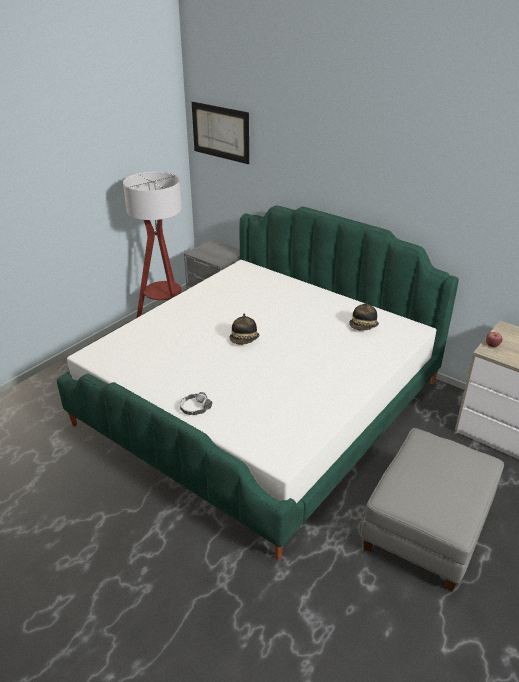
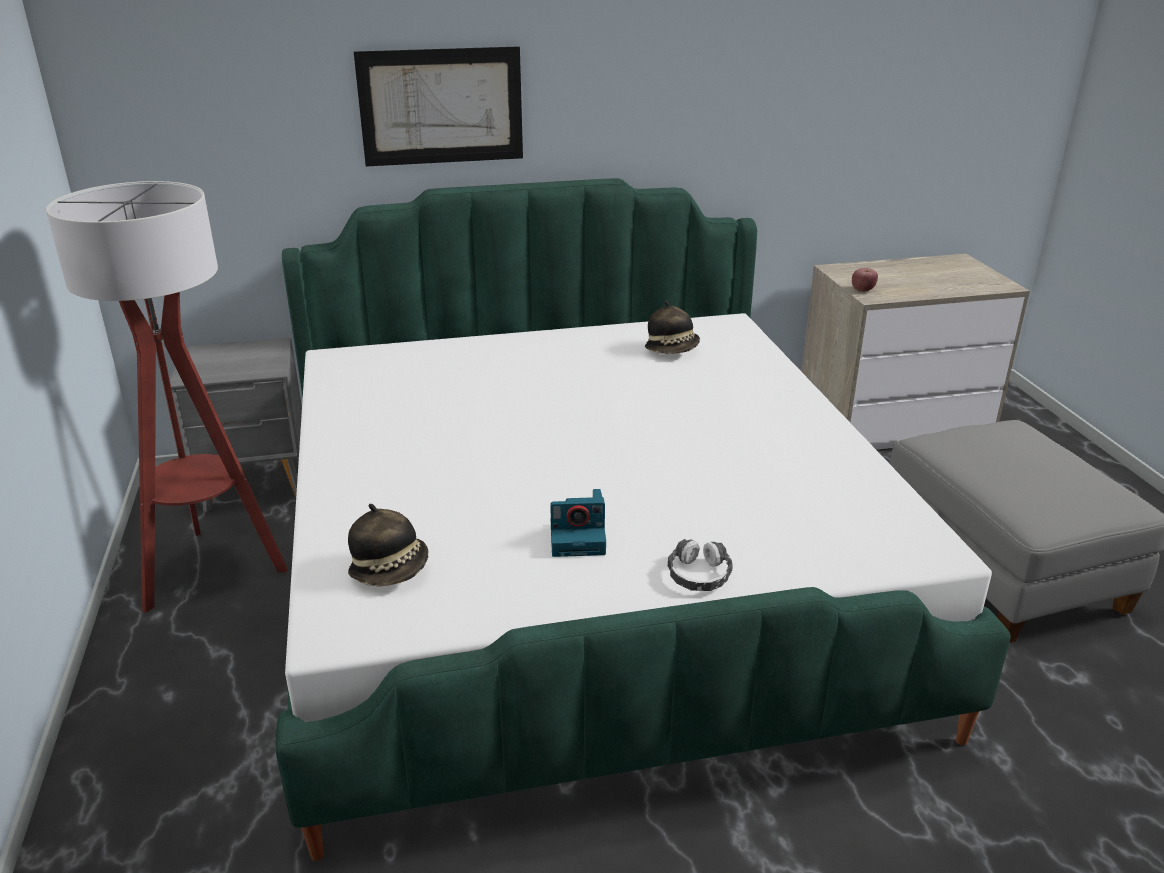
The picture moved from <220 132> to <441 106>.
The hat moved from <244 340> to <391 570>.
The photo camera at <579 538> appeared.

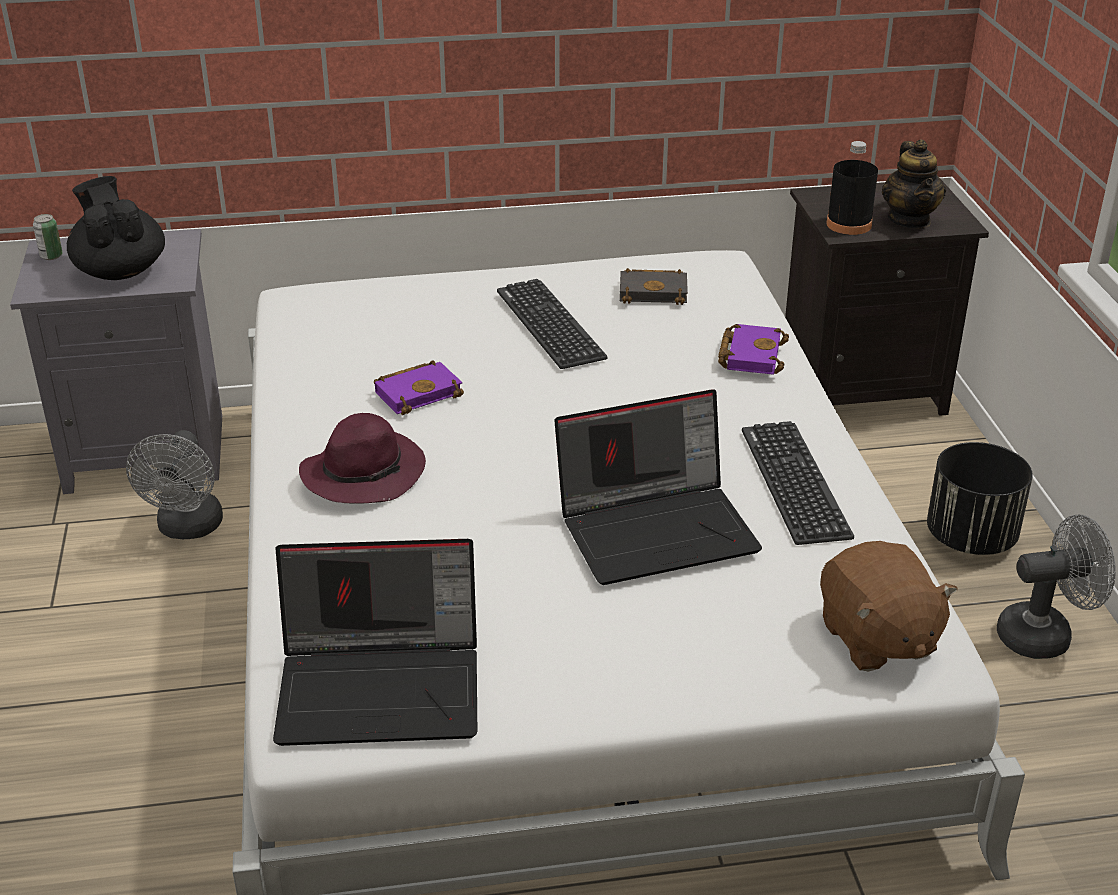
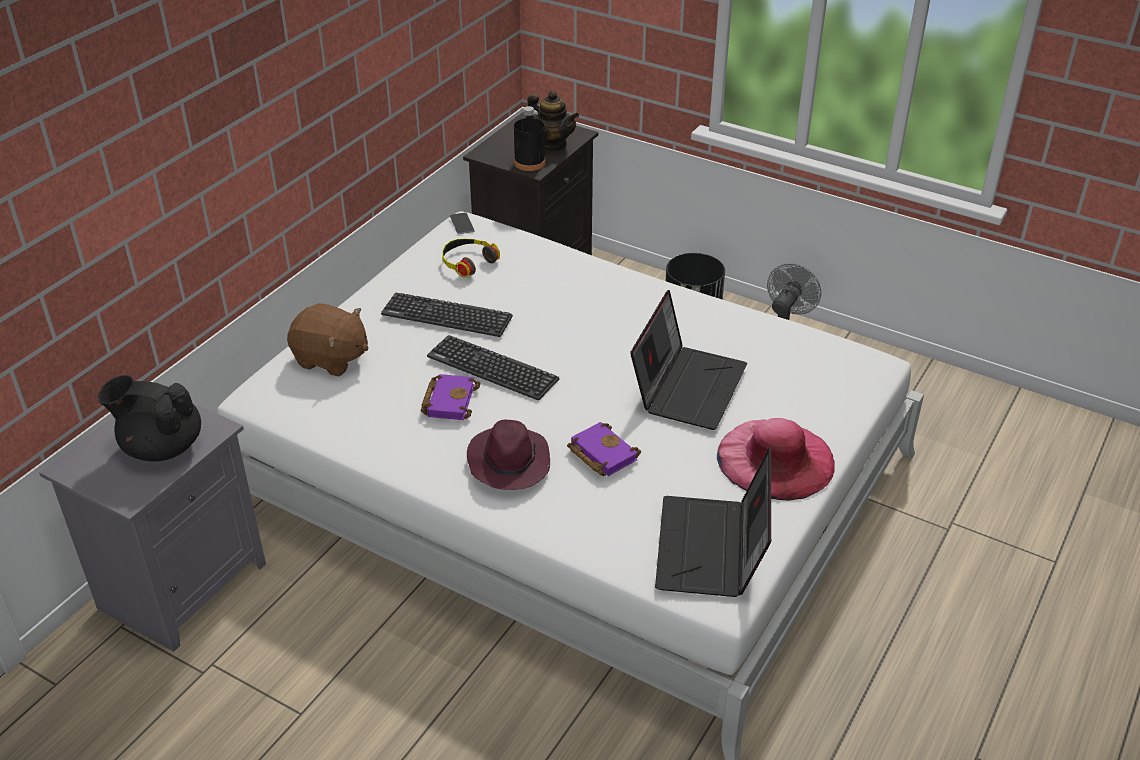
The metal can at <51 256> disappeared.
The bound book in black-coloured at <655 291> was replaced by the headset at <468 262>.
The bound book in purplish moved from <750 354> to <600 453>.
The computer keyboard moved from <794 483> to <492 368>.
The cooling fan in grey at <188 529> disappeared.
The portable computer at <383 686> turned 150 degrees clockwise.
The soft toy in brownish moved from <876 639> to <331 359>.
The telephone at <462 223> appeared.
The hat in pinkish at <775 459> appeared.

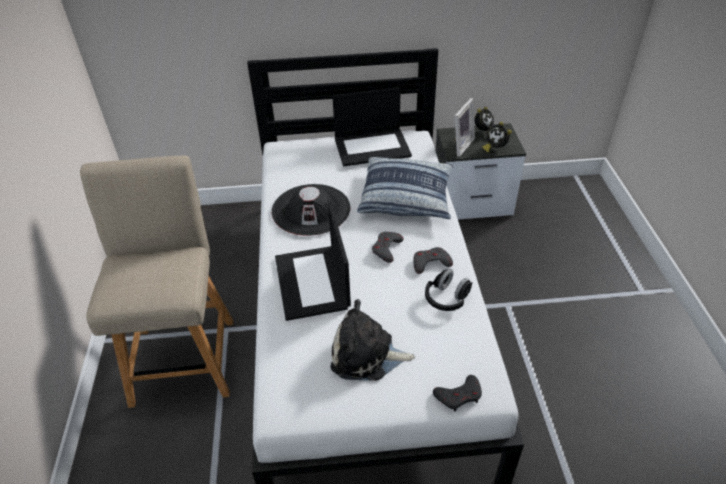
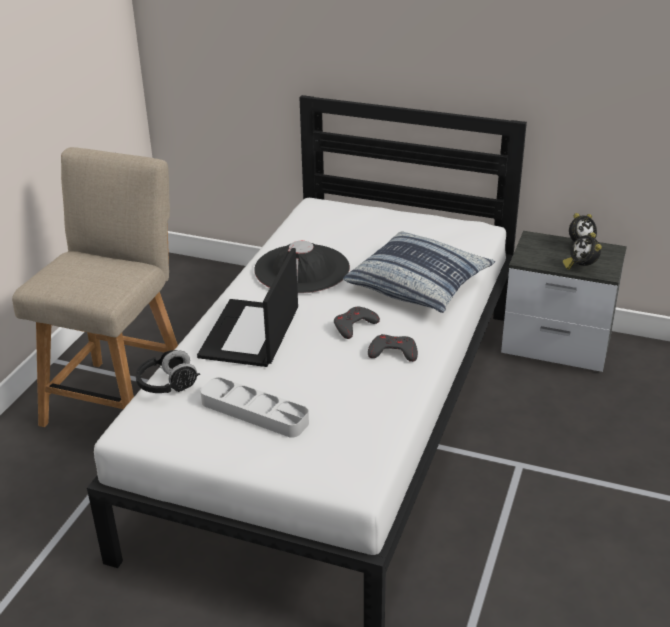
The portable computer at <372 146> disappeared.
The photo frame at <459 145> disappeared.
The headset in black-coloured moved from <447 299> to <167 385>.
The soft toy at <366 355> was replaced by the carrying tray in grey at <254 412>.
The game controller in black-coloured at <459 395> disappeared.

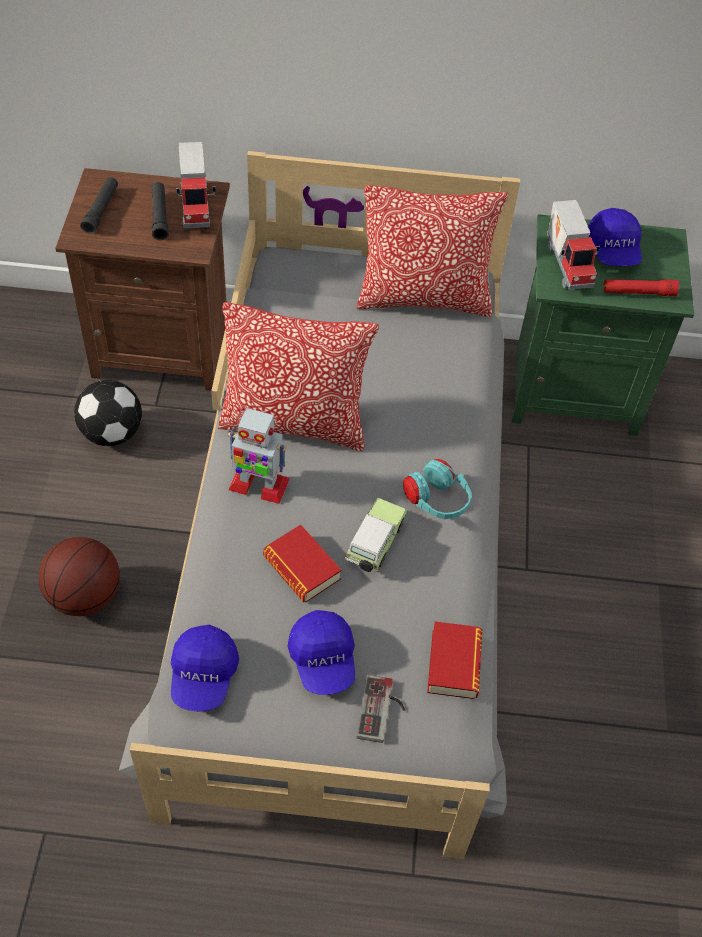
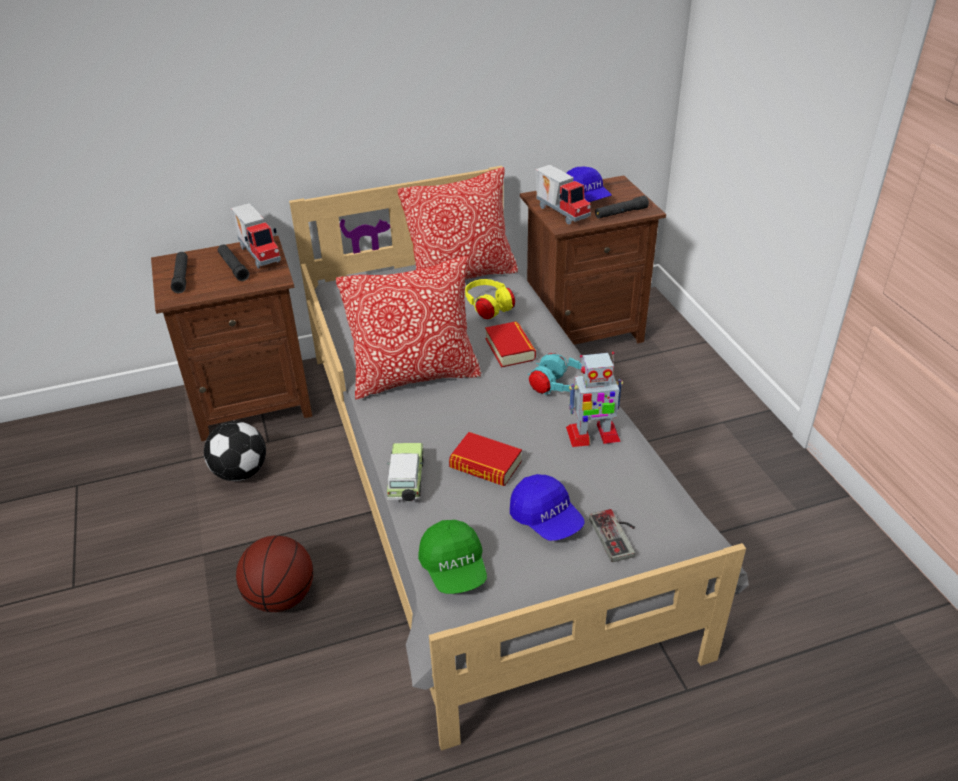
The night table in green-coloured at <573 390> became the night table in brownish at <582 330>.
The hand torch in red-coloured at <638 292> became the hand torch in black-coloured at <620 213>.
The robot figure moved from <258 484> to <592 435>.
The miniature car moved from <374 544> to <406 482>.
The bound book moved from <454 664> to <510 349>.
The cap in blue-coloured at <203 676> became the cap in green-coloured at <454 568>.
The headset in yellow-coloured at <489 309> appeared.

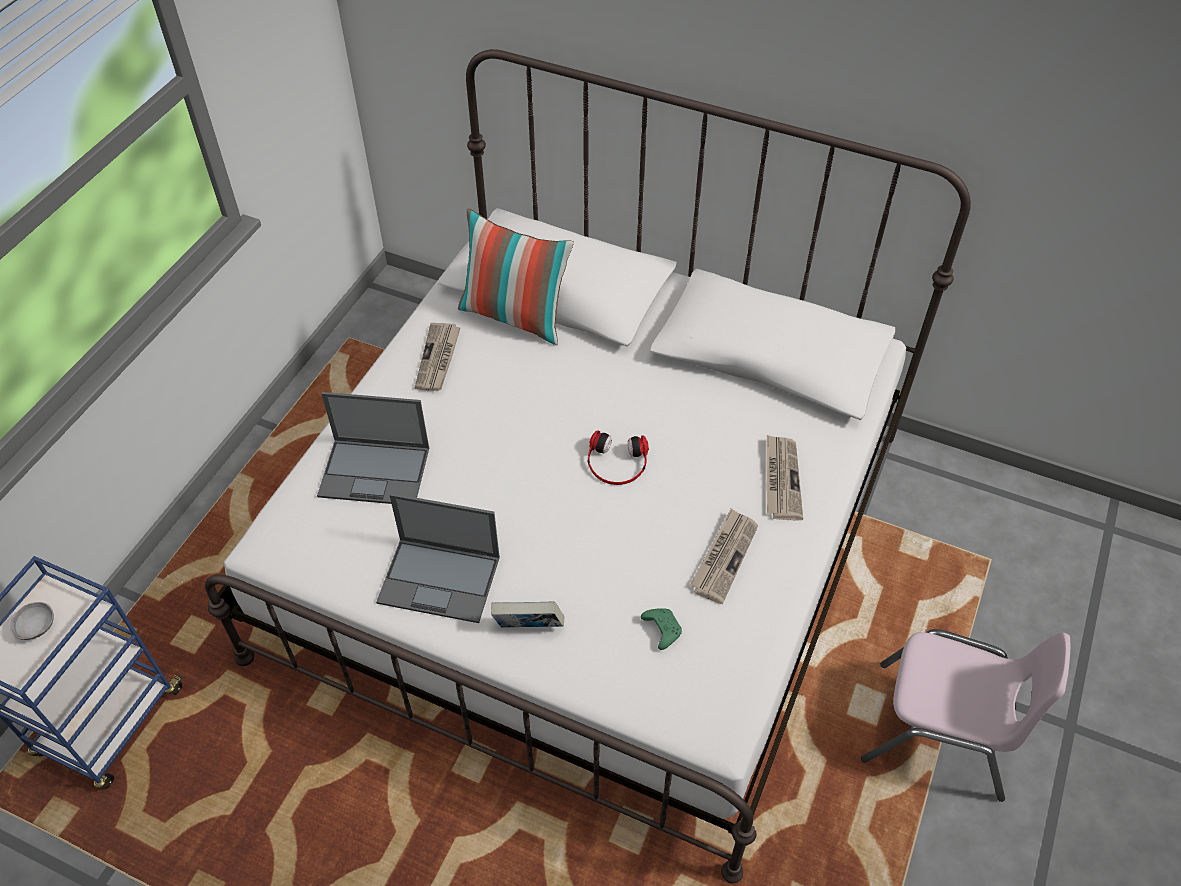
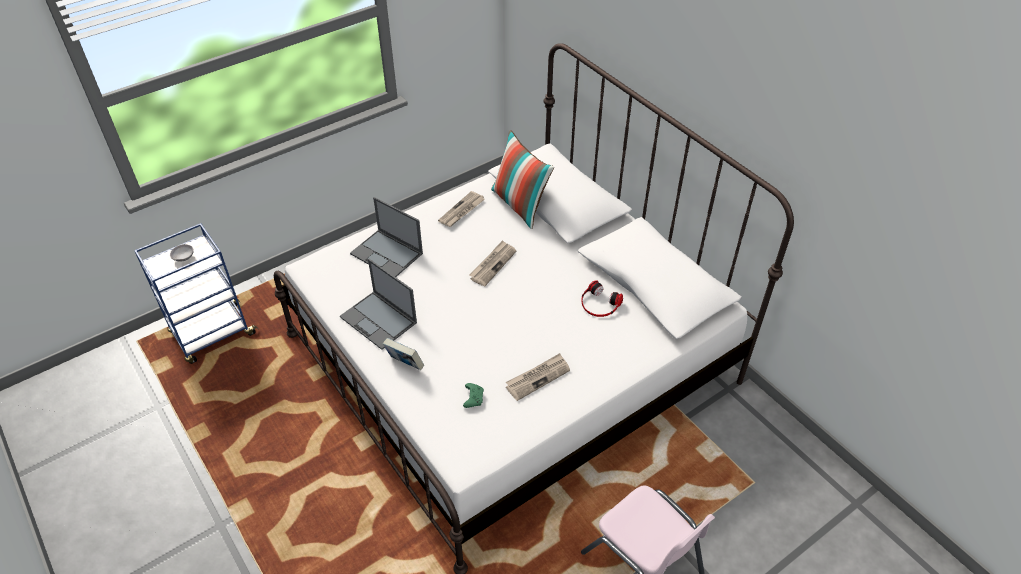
The headset moved from <617 463> to <599 304>.
The daily paper moved from <781 479> to <493 264>.

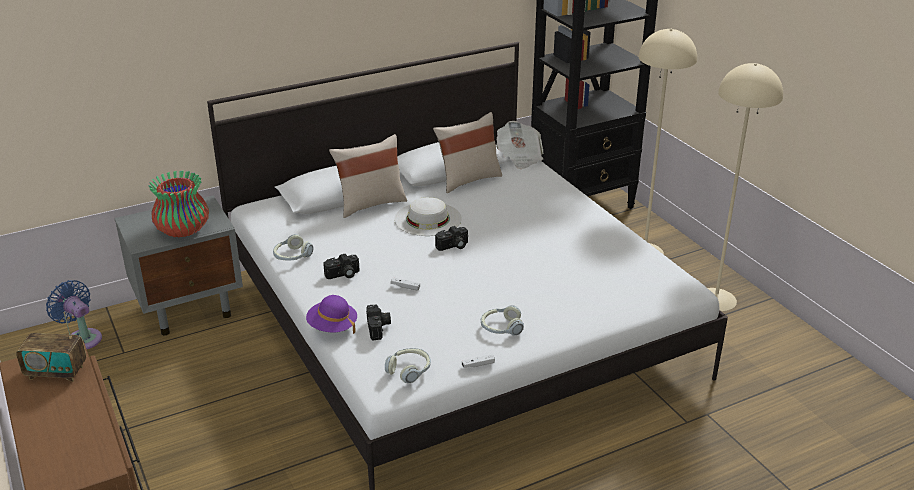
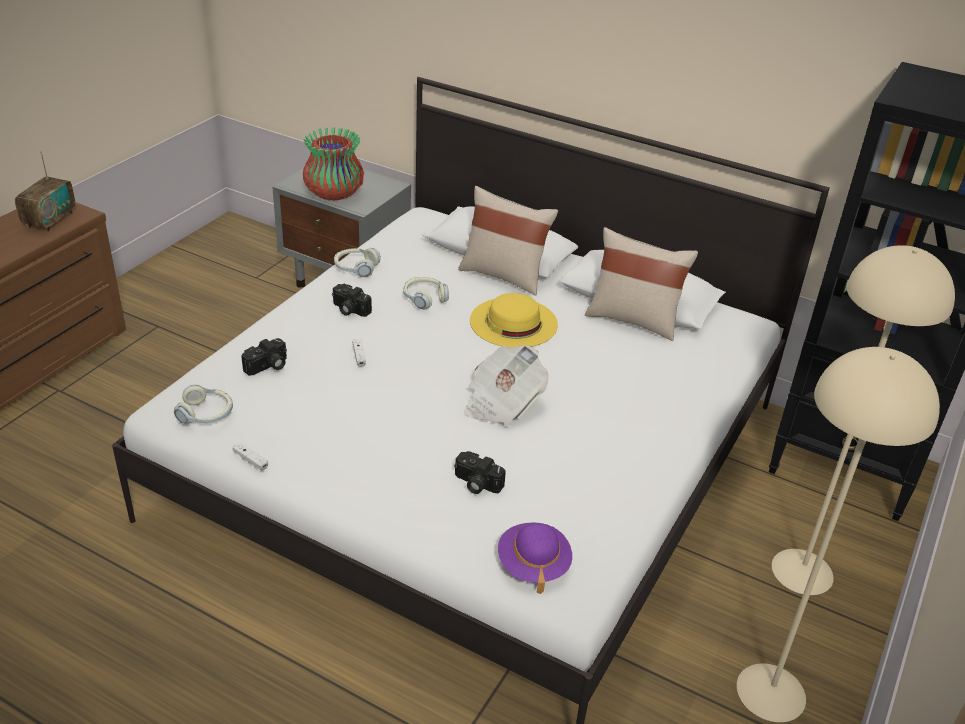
The daily paper moved from <519 157> to <502 403>.
The hat in whitish at <428 219> became the hat in yellow-coloured at <513 322>.
The photo camera moved from <453 246> to <476 484>.
The cooling fan in blue-coloured at <82 338> disappeared.
The hat in purplish moved from <332 327> to <533 564>.
The headset moved from <501 328> to <424 298>.
The radio receiver at <56 372> turned 135 degrees counterclockwise.

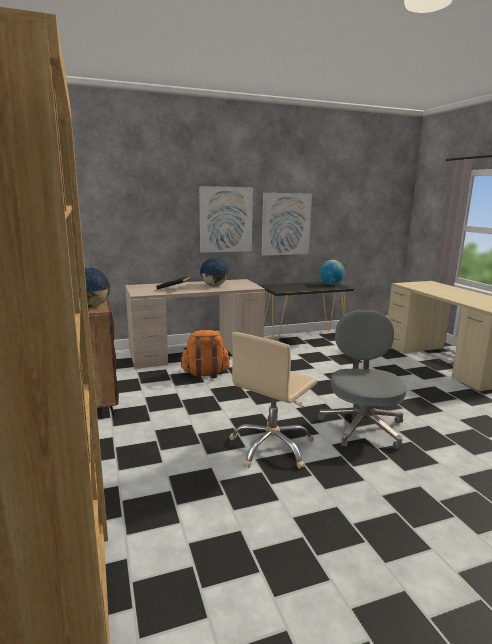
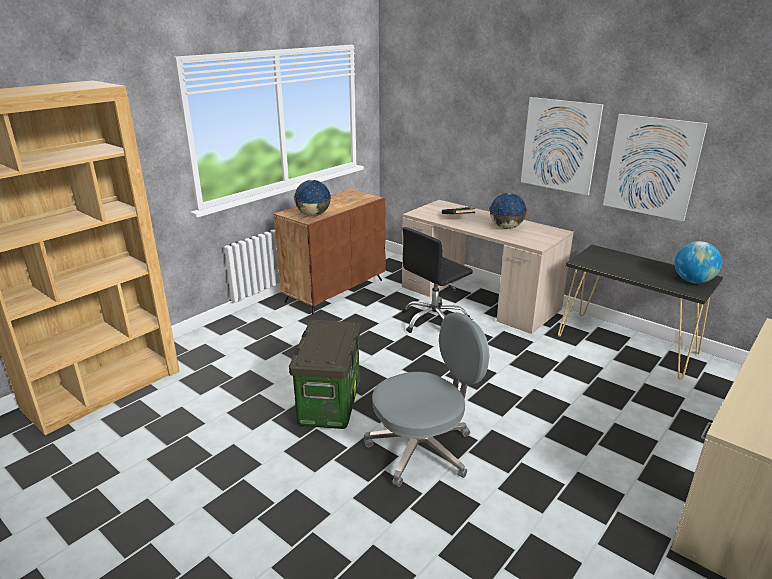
The backpack in orange at <205 374> was replaced by the computer chair in black-coloured at <434 321>.
The computer chair in beige-coloured at <272 447> was replaced by the storage bin at <329 402>.

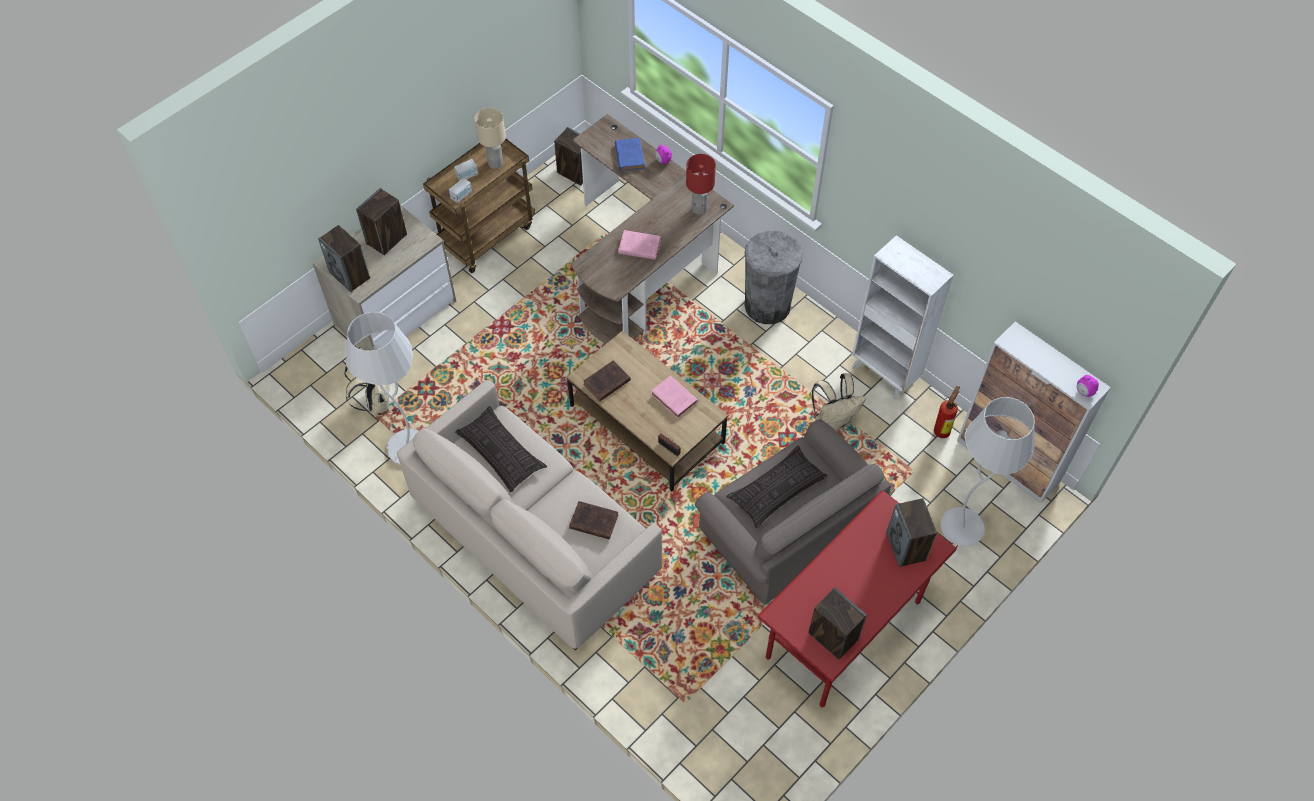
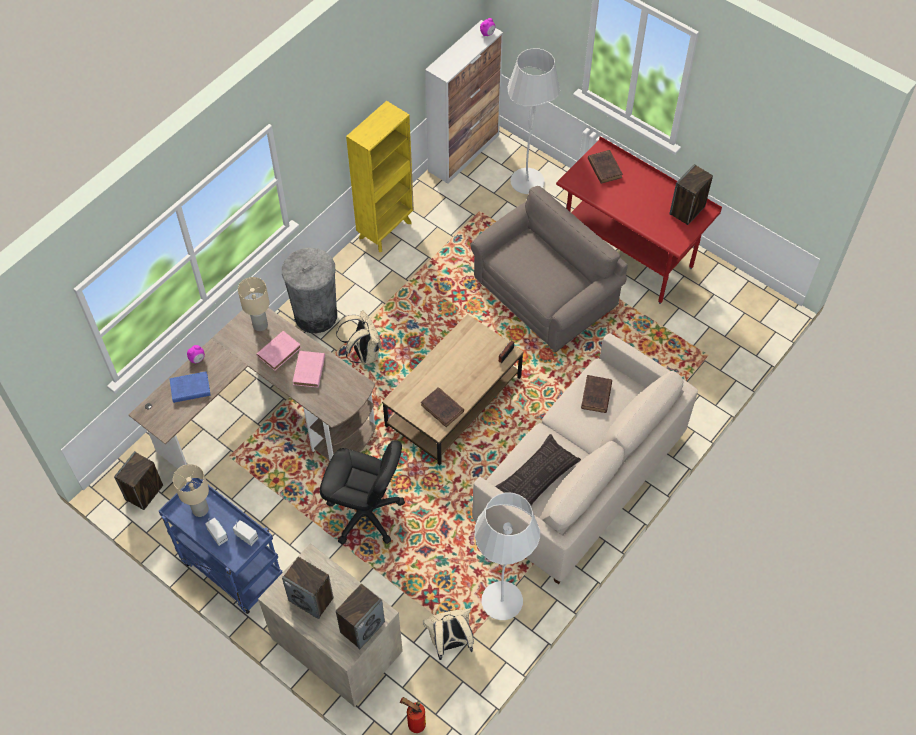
The wheeled cart in brownish at <487 235> became the wheeled cart in blue-coloured at <230 568>.
The table lamp in red-coloured at <699 209> became the table lamp in beige-coloured at <260 325>.
The bookcase in whitish at <885 374> became the bookcase in yellow-coloured at <386 229>.
The backpack in beige-coloured moved from <833 420> to <363 353>.
The bound book in pinkish moved from <675 399> to <280 351>.
The fire extinguisher moved from <943 430> to <414 723>.
The pillow at <776 490> disappeared.
The audio speaker at <906 547> was replaced by the bound book in brownish at <604 167>.
The computer chair in black-coloured at <365 514> appeared.

